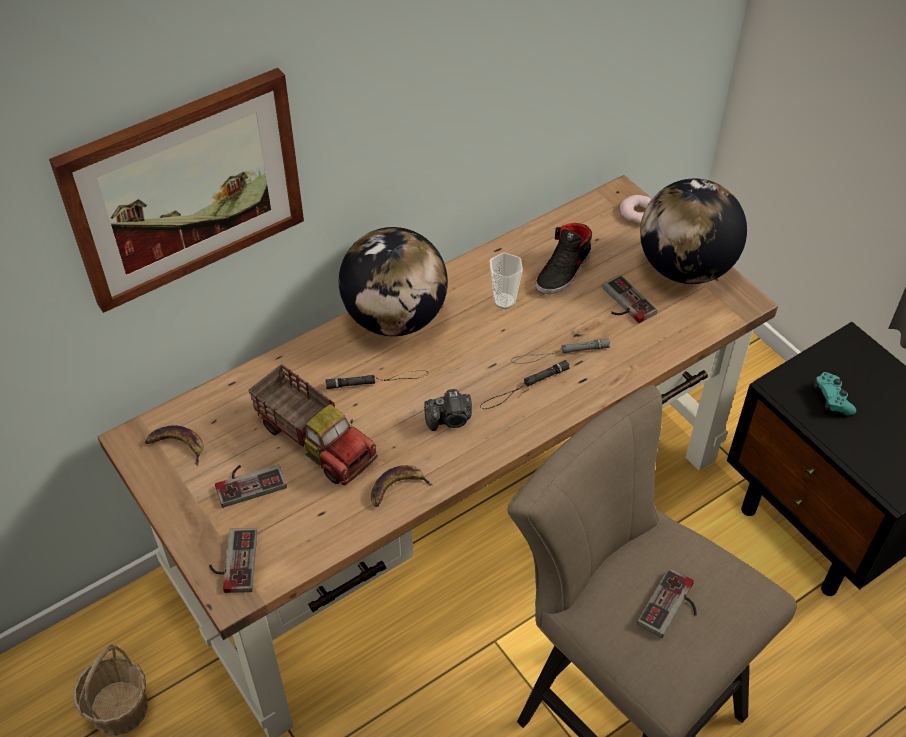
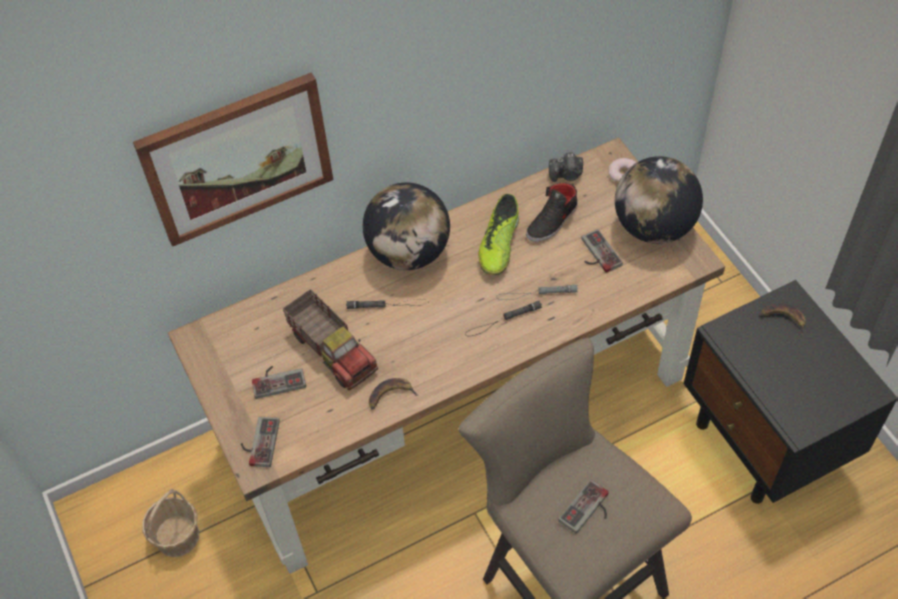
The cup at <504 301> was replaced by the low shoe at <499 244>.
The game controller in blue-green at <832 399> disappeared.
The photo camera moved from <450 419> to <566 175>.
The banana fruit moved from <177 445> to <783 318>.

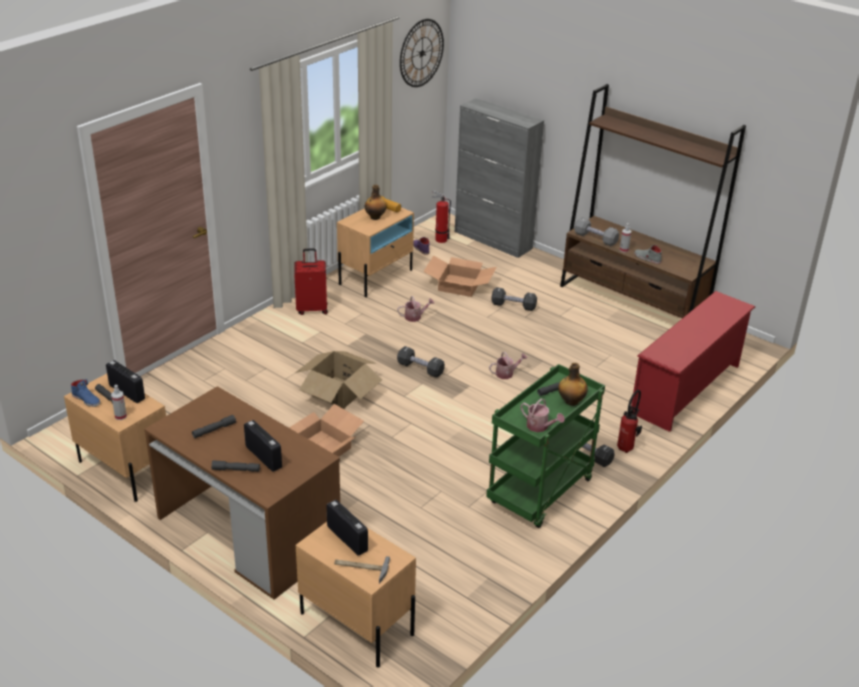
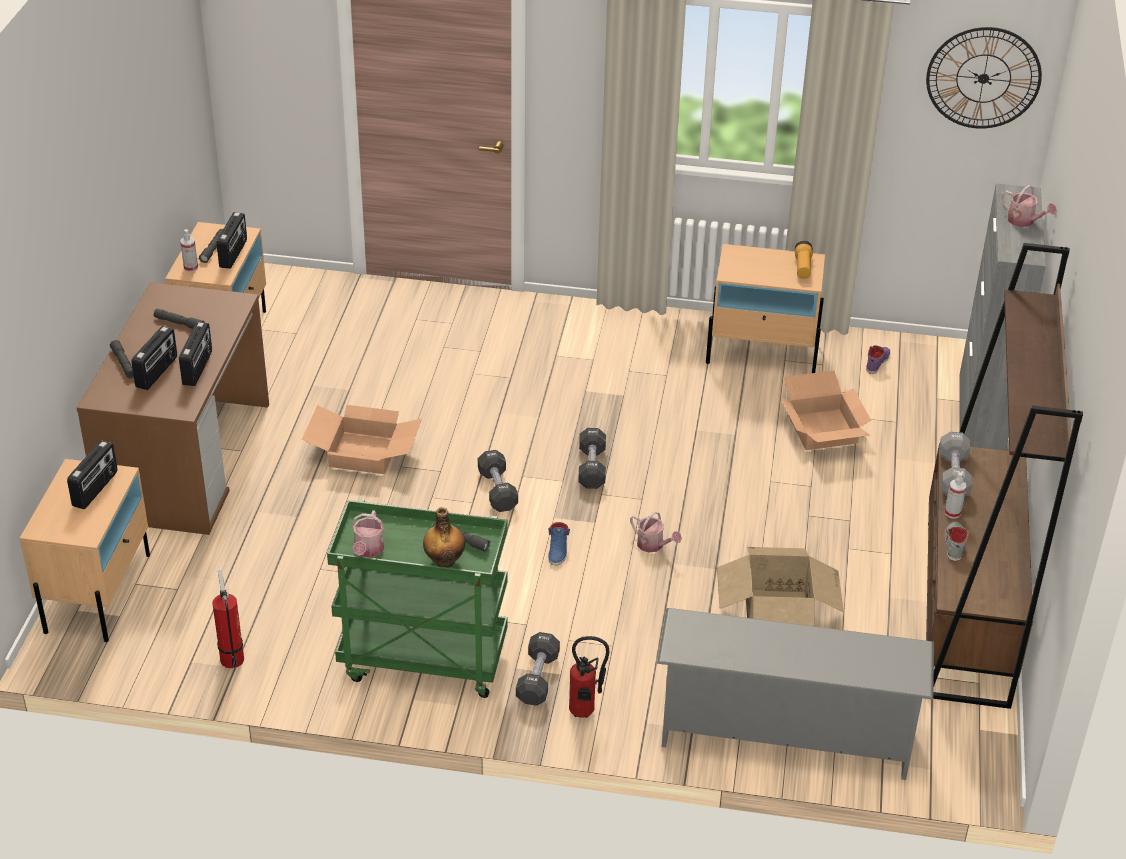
The drink bottle at <375 217> disappeared.
The fire extinguisher moved from <439 239> to <231 657>.
The travel case in red-coloured at <312 309> disappeared.
The hand weight in black-coloured moved from <513 306> to <497 490>.
The shoe shelf in red-coloured at <687 390> became the shoe shelf in grey at <784 737>.
The sprinkling can moved from <415 317> to <1024 221>.
The carton moved from <338 392> to <776 611>.
The low shoe in blue-coloured moved from <86 399> to <558 550>.
The hammer at <361 568> disappeared.
The radio receiver at <198 368> appeared.

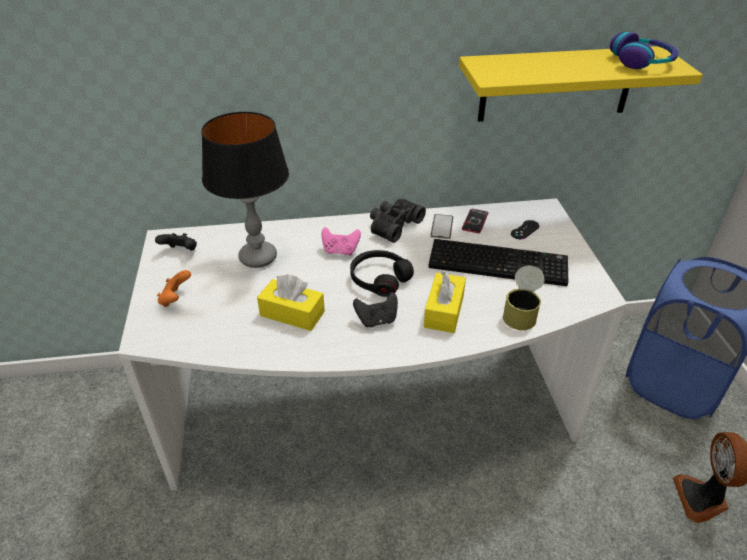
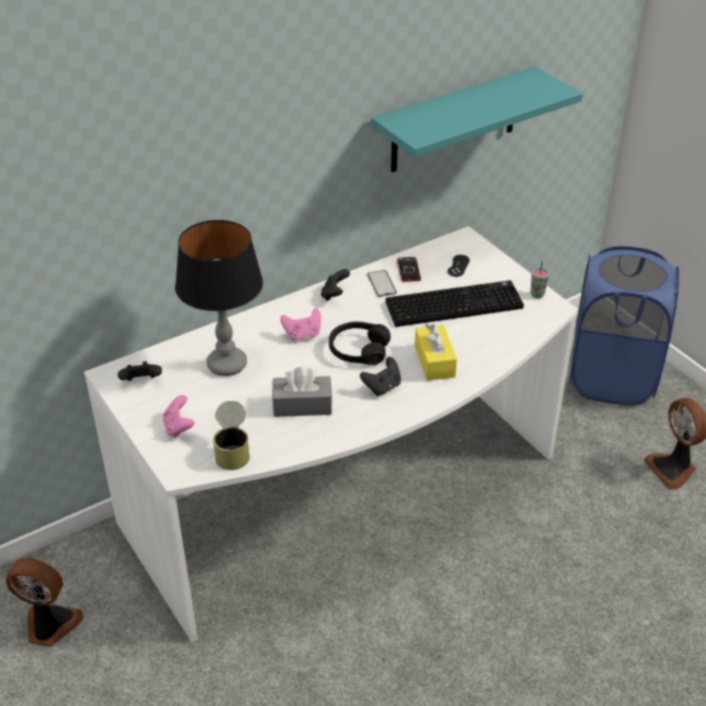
The headset at <642 61> disappeared.
The bracket shelf in yellow-coloured at <556 84> became the bracket shelf in blue-green at <454 121>.
The binoculars in black-coloured at <393 225> was replaced by the game controller in black-coloured at <334 295>.
The metal can moved from <521 312> to <233 450>.
The game controller in orange at <175 299> became the game controller in pinkish at <179 427>.
The tissue box in yellow-coloured at <292 313> became the tissue box in grey at <302 405>.
The cup at <537 295> appeared.
The cooling fan at <49 626> appeared.

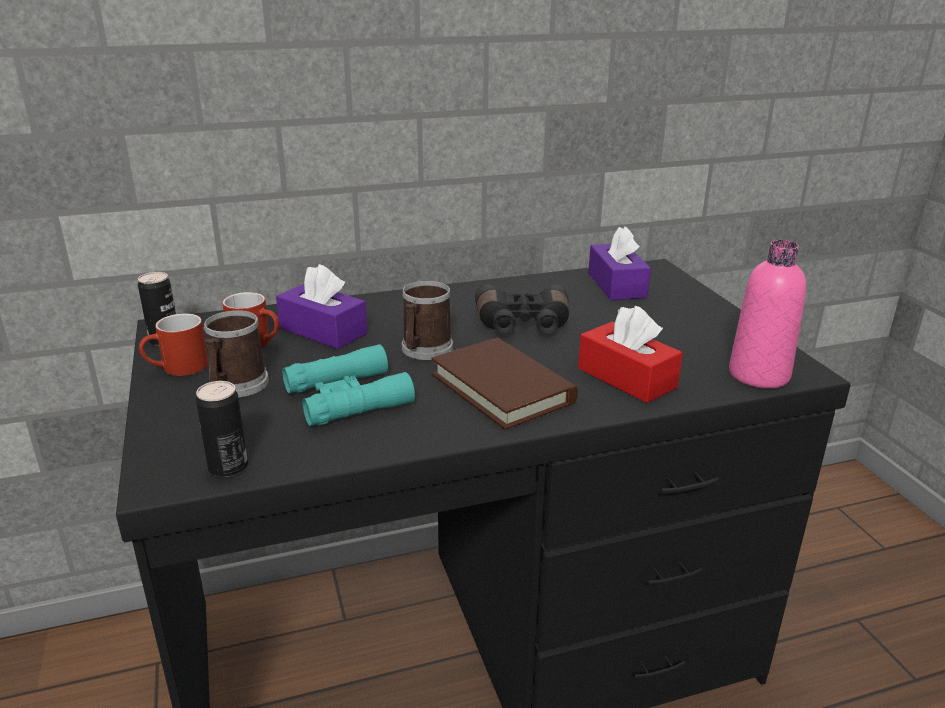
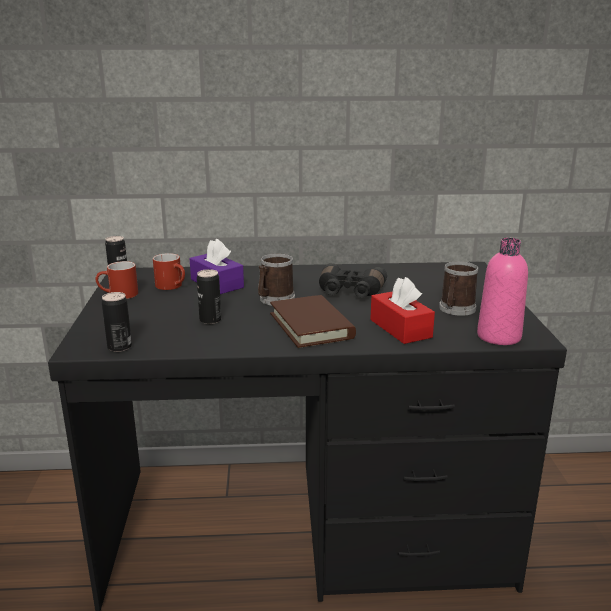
The tissue box in purplish at <616 285> disappeared.
The coffee mug moved from <236 386> to <455 309>.
The binoculars in blue-green at <348 397> was replaced by the metal can at <210 320>.

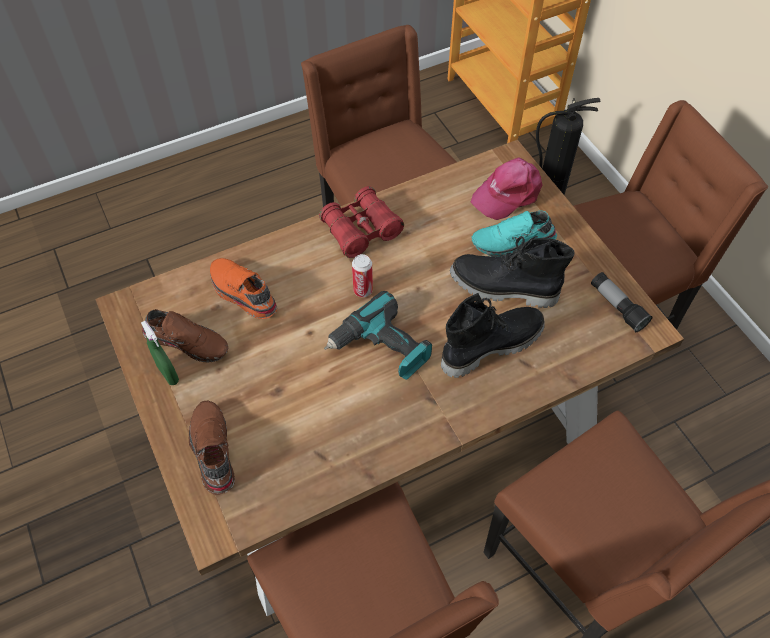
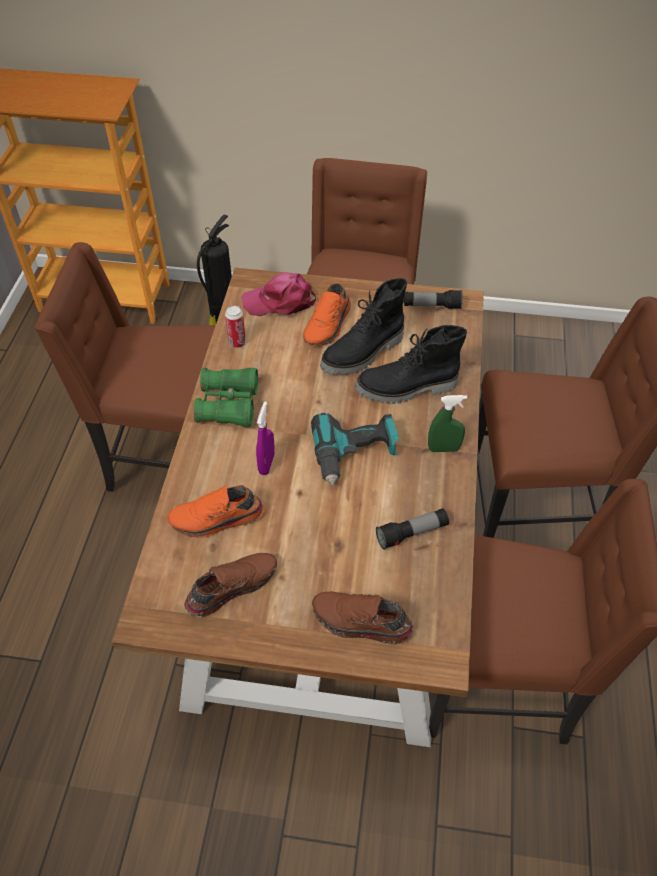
The cap in pinkish at <508 193> turned 90 degrees clockwise.
The binoculars in red-coloured at <361 230> became the binoculars in green-coloured at <228 405>.
The low shoe in blue-green at <513 243> became the low shoe in orange at <328 325>.
The metal can moved from <363 290> to <237 343>.
The high-top boot in black-coloured at <490 345> turned 105 degrees counterclockwise.
The sprayer in green-coloured moved from <168 374> to <443 448>.
The sprayer in purplish at <266 464> appeared.
The hand torch at <412 533> appeared.

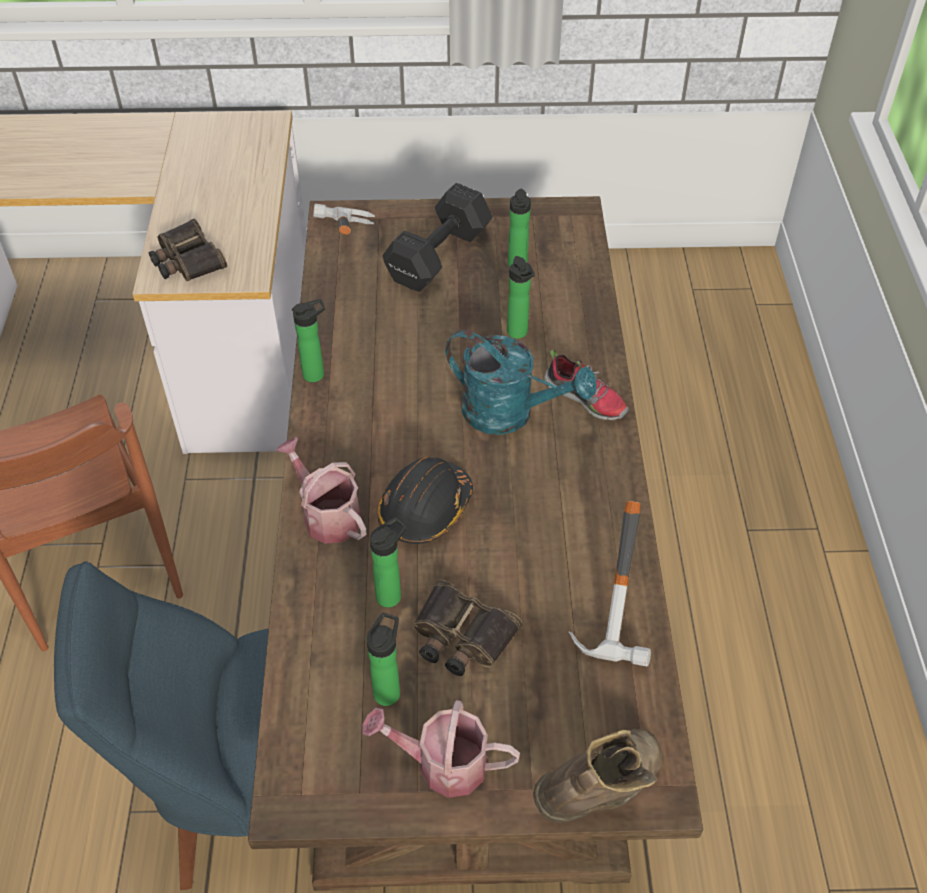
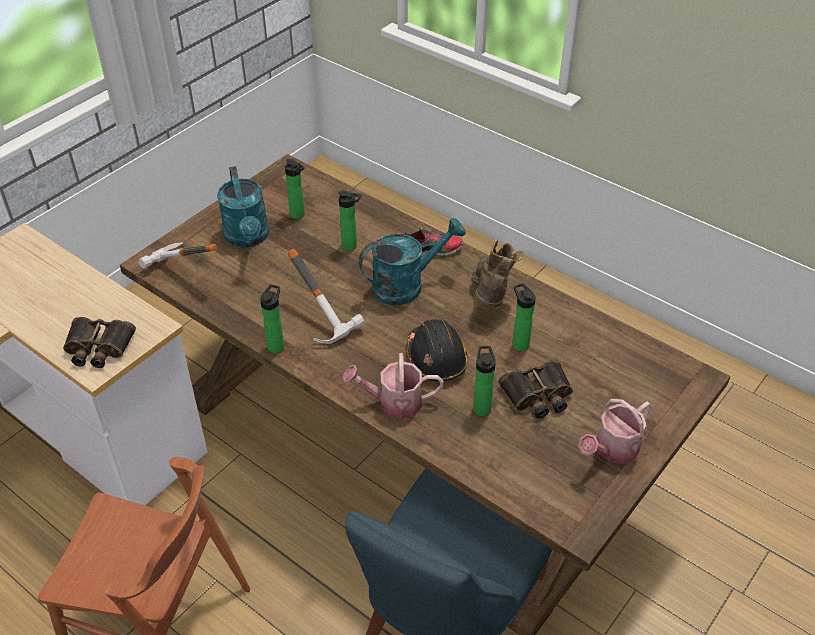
The hand weight in black-coloured at <441 255> was replaced by the sprinkling can in blue-green at <248 238>.
The hammer moved from <626 617> to <328 316>.
The drink bottle moved from <388 690> to <519 343>.
The high-top boot in brownish moved from <600 793> to <491 297>.

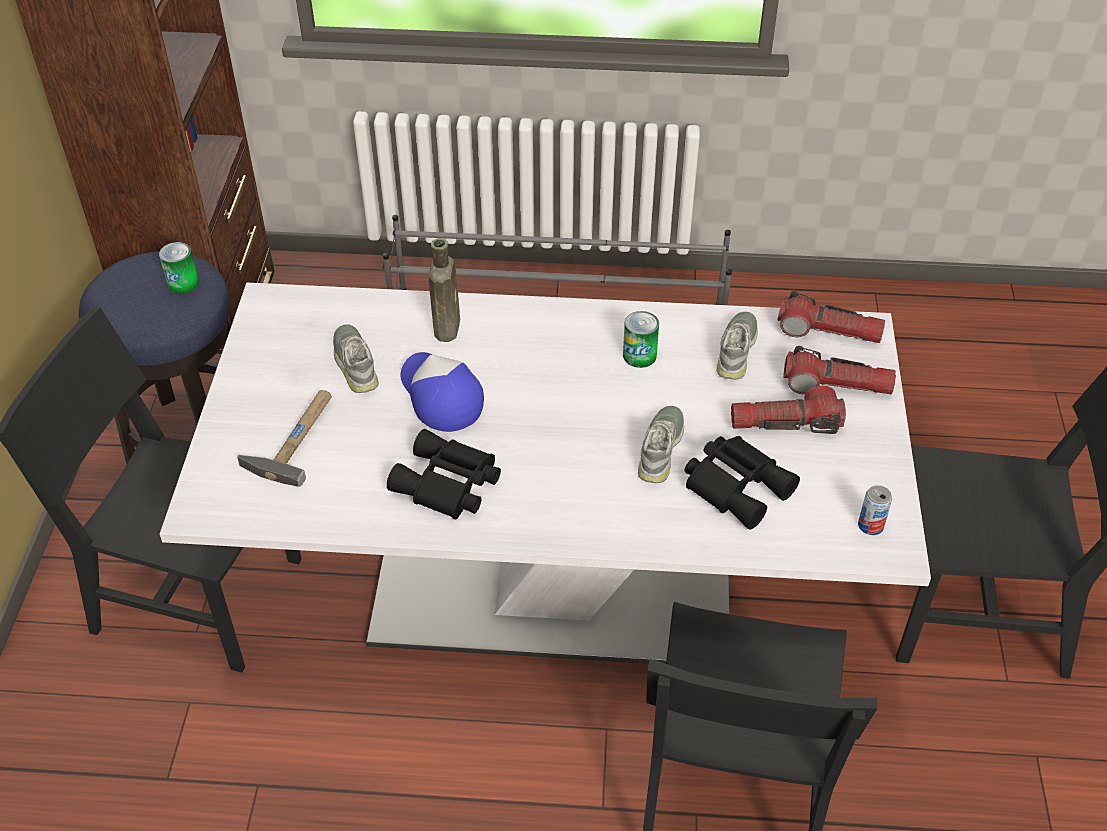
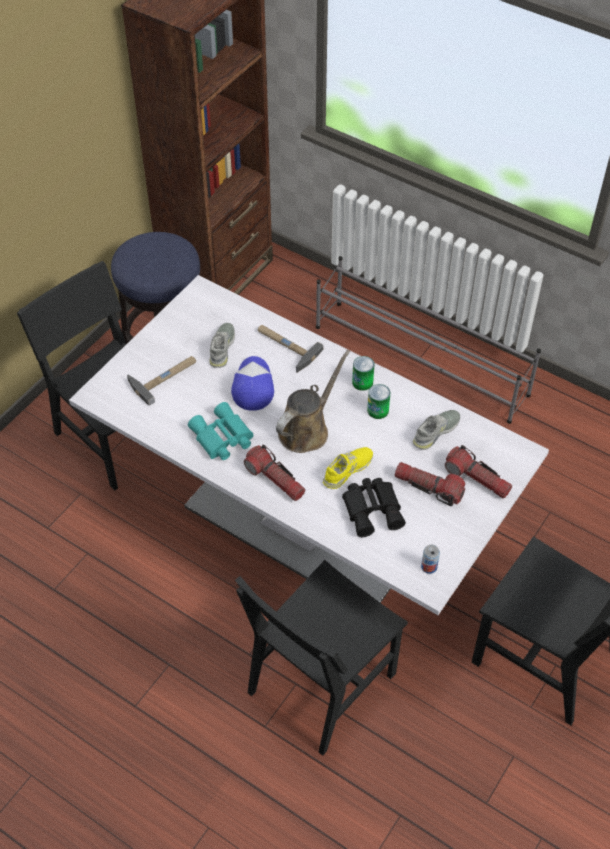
The drink bottle in brownish at <447 326> was replaced by the hammer at <285 346>.
The metal can moved from <183 283> to <362 382>.
The hand torch moved from <828 332> to <275 479>.
The low shoe in grey at <661 449> became the low shoe in yellow-coloured at <347 470>.
The binoculars in black-coloured at <447 485> became the binoculars in blue-green at <221 438>.
The sprinkling can in brownish at <307 429> appeared.

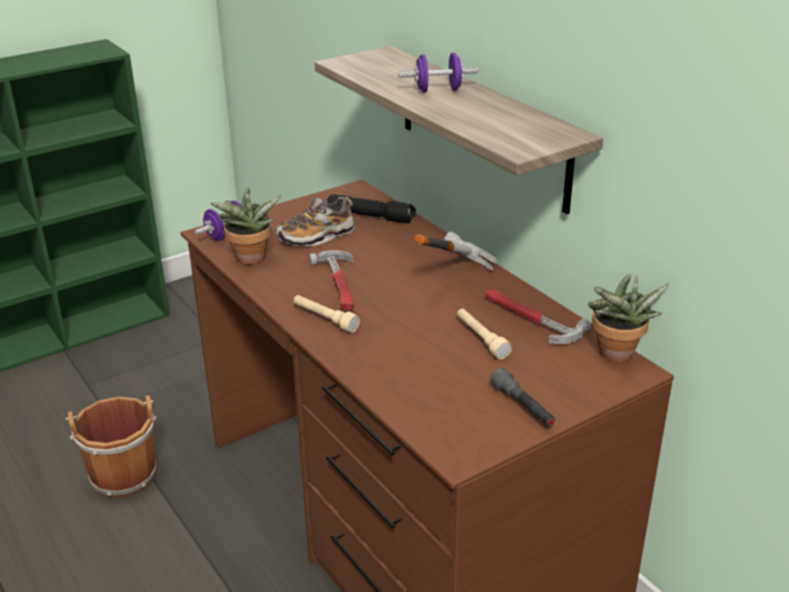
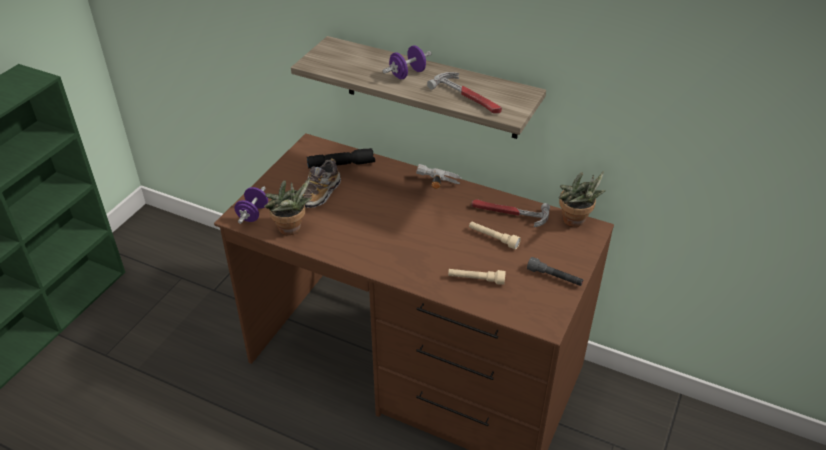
The hammer moved from <340 284> to <468 97>.
The hand torch in beige-coloured moved from <325 319> to <476 280>.
The water bucket in brownish at <122 473> disappeared.

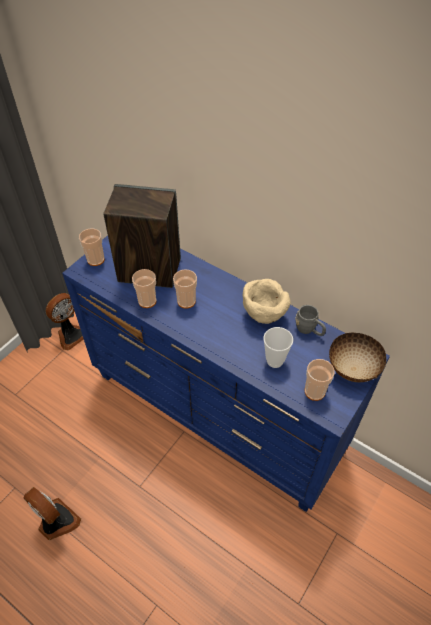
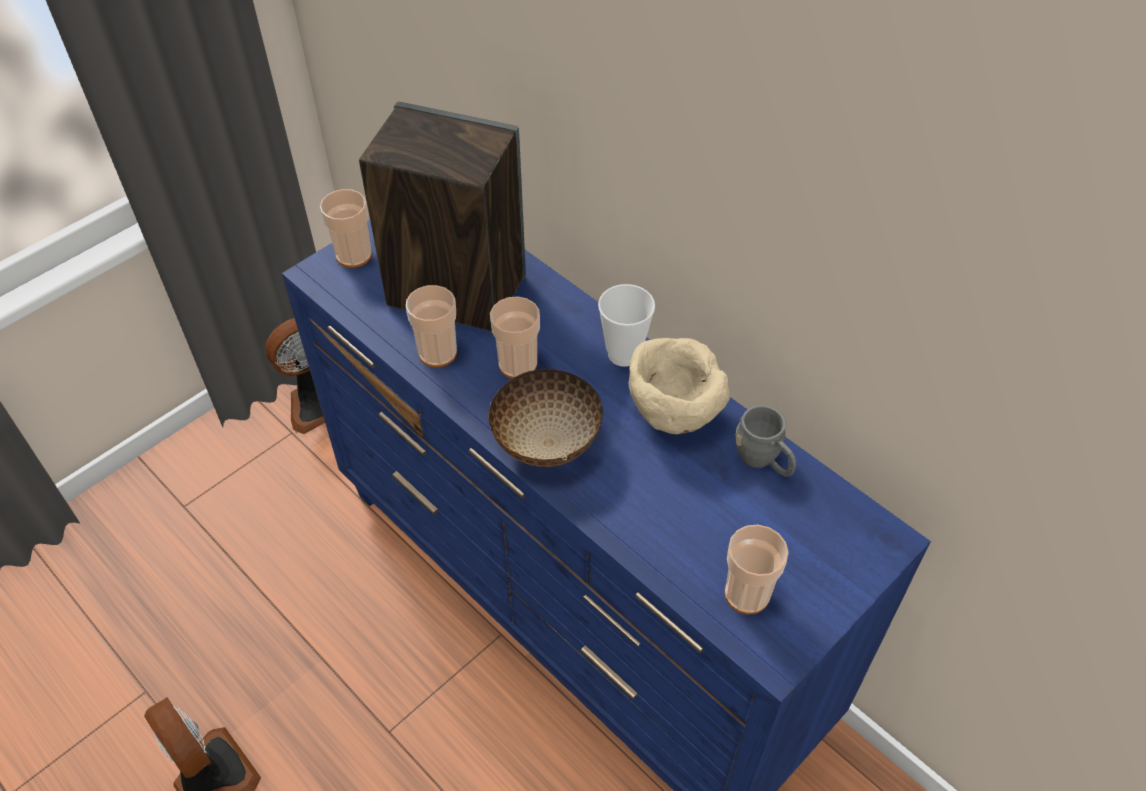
The cup moved from <274 361> to <623 354>.
The bowl moved from <351 369> to <545 443>.

